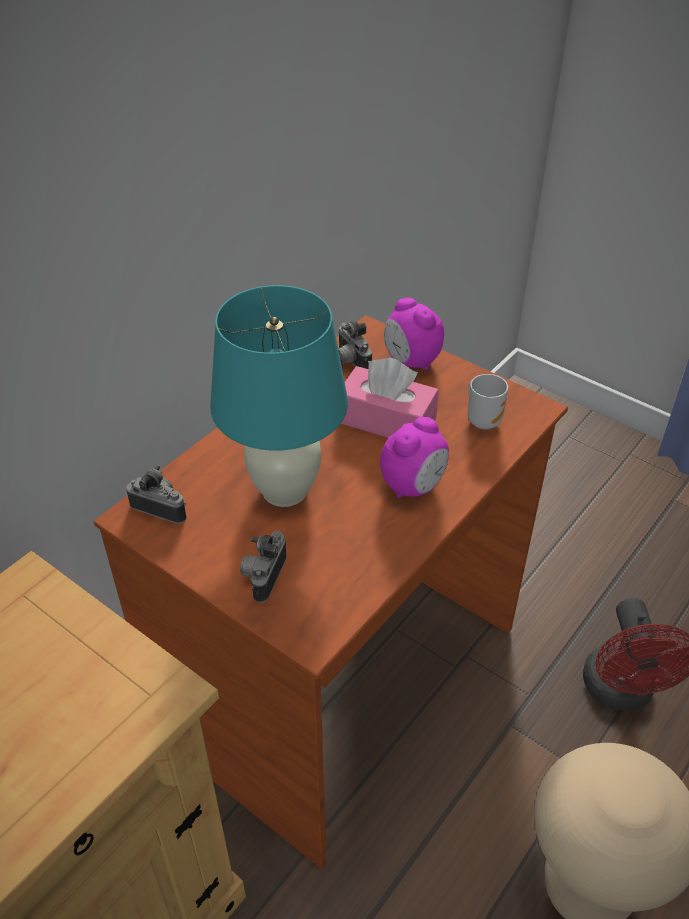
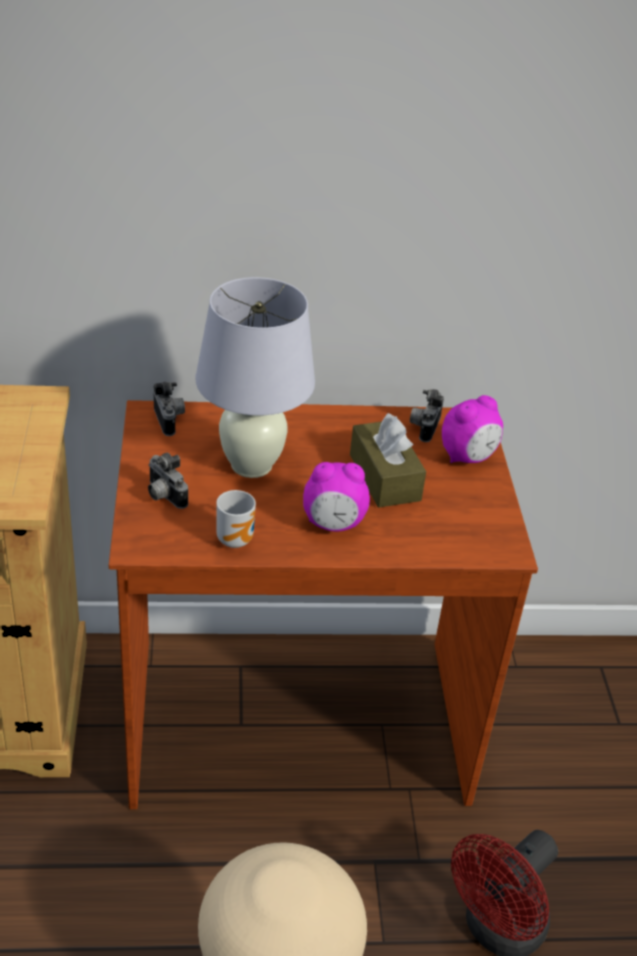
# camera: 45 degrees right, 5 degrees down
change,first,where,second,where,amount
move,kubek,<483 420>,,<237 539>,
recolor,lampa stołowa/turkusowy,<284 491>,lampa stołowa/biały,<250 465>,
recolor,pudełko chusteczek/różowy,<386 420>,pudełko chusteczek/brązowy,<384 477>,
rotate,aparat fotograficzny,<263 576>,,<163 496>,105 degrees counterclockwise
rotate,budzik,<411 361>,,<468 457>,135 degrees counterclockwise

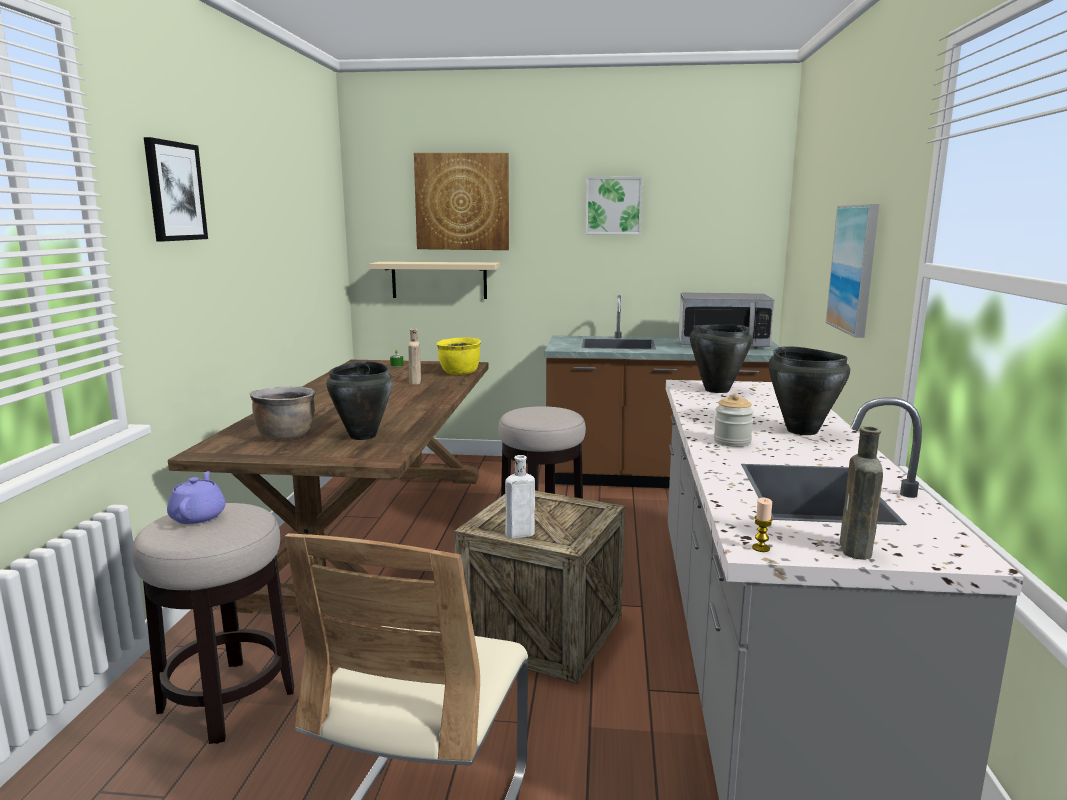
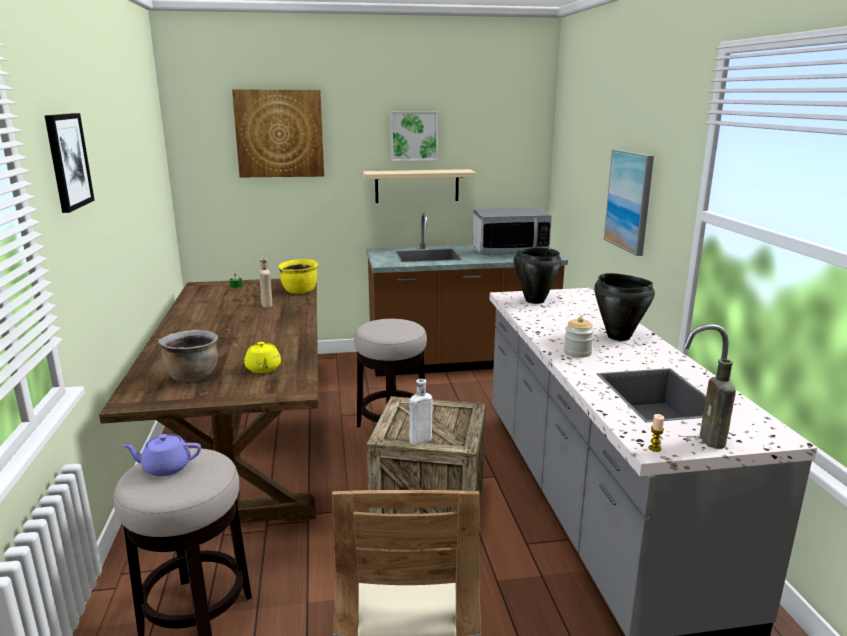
# camera: 15 degrees left, 5 degrees up
change,first,where,second,where,amount
move,półka/beżowy,<439 280>,,<417 186>,
replace,garnek/czarny,<363 436>,imbryk/żółty,<263 369>,
rotate,imbryk/fioletowy,<198 516>,,<165 467>,75 degrees counterclockwise

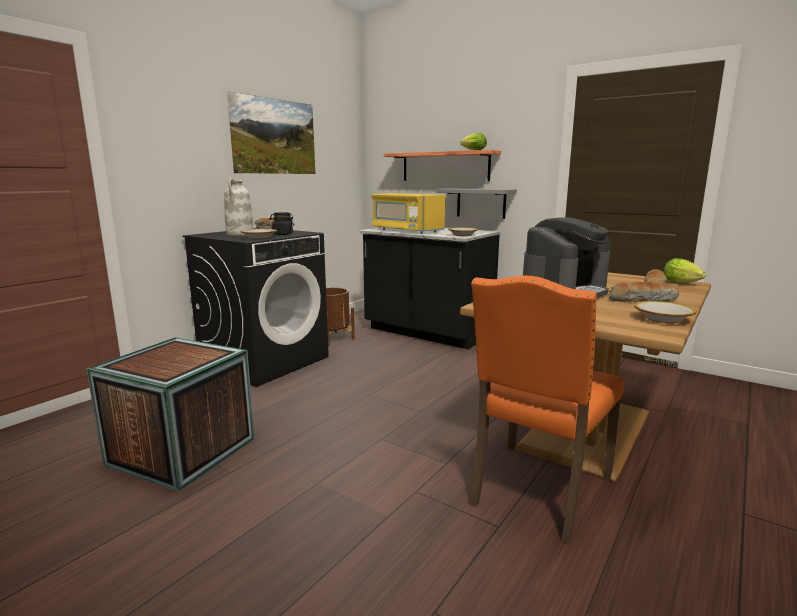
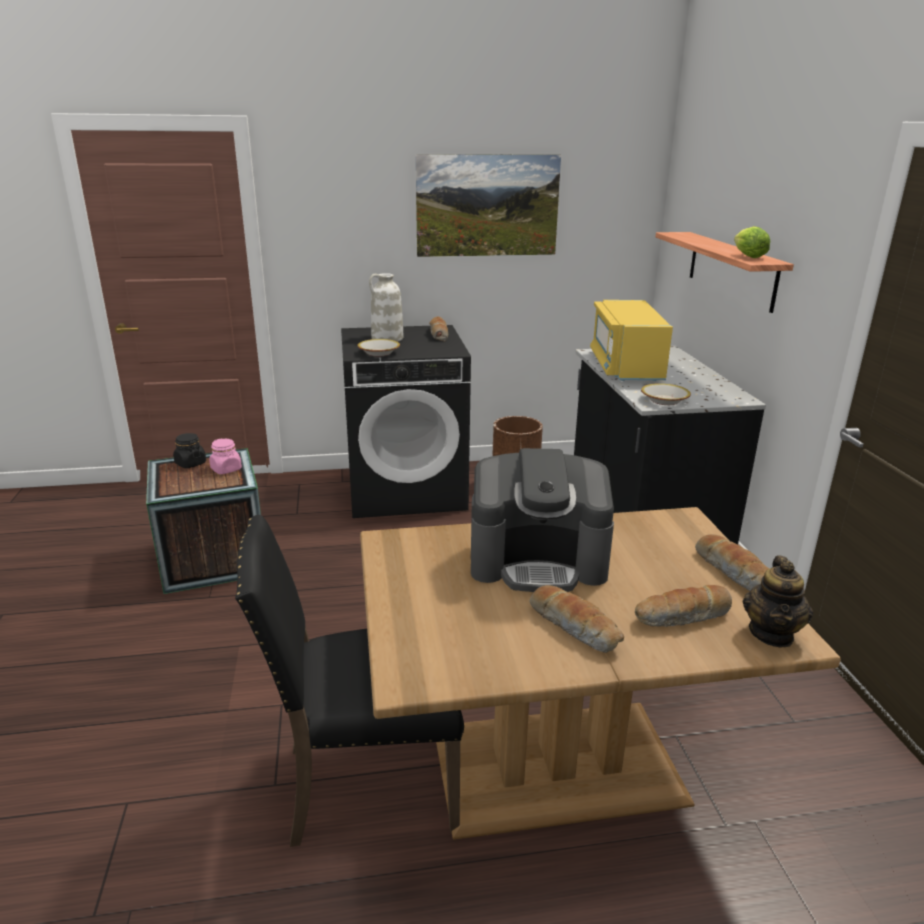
# camera: 45 degrees right, 10 degrees up
change,first,where,second,where,amount
delete,półka/szary,<481 203>,,,
delete,miska,<662 319>,,,
insert,,,słoik/różowy,<226 469>,
insert,,,chleb,<734 573>,
move,słoik/czarny,<282 234>,,<190 463>,
replace,sałata,<683 283>,imbryk,<771 633>,
recolor,krzesło/pomarańczowy,<537 491>,krzesło/czarny,<365 783>,

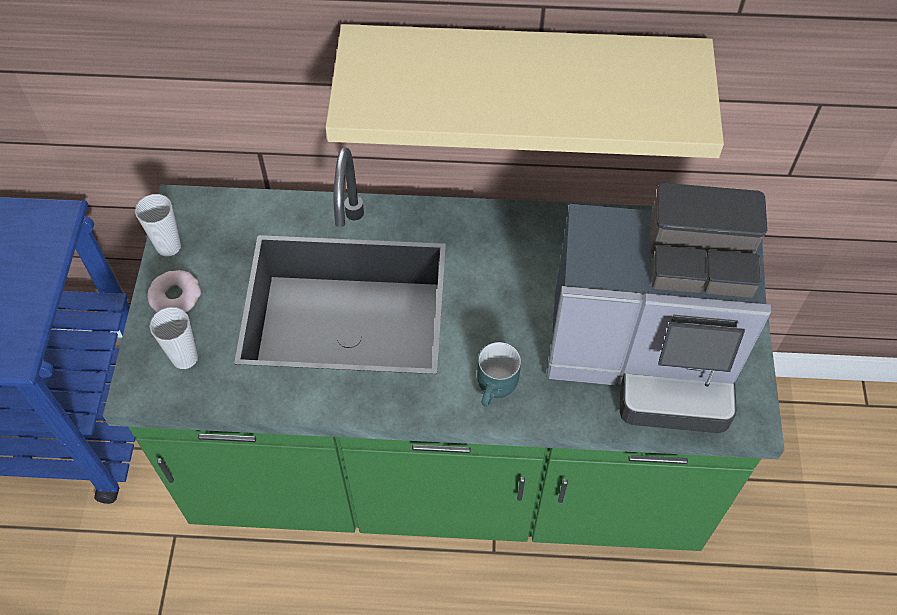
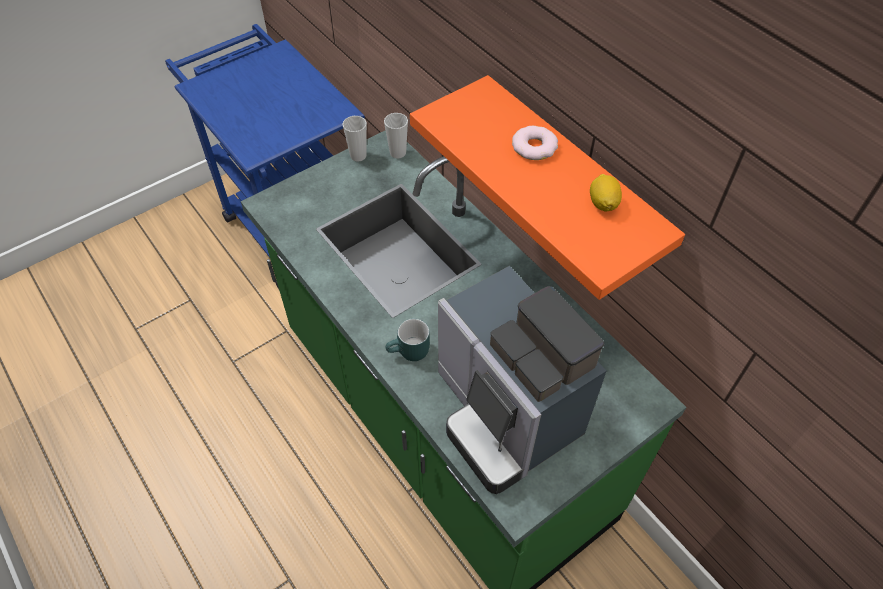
# camera: 50 degrees right, 5 degrees down
change,first,where,second,where,amount
insert,,,cytryna,<603 203>,
move,donut,<175 296>,,<534 147>,
move,filiżanka,<185 358>,,<398 153>,
recolor,półka/beżowy,<522 73>,półka/pomarańczowy,<571 180>,

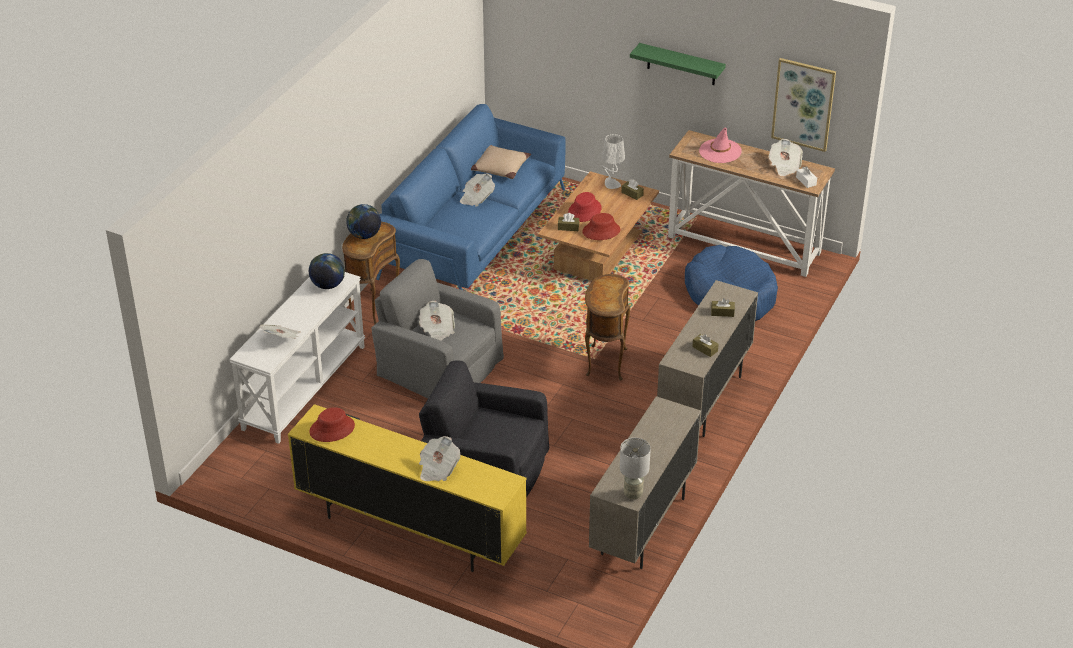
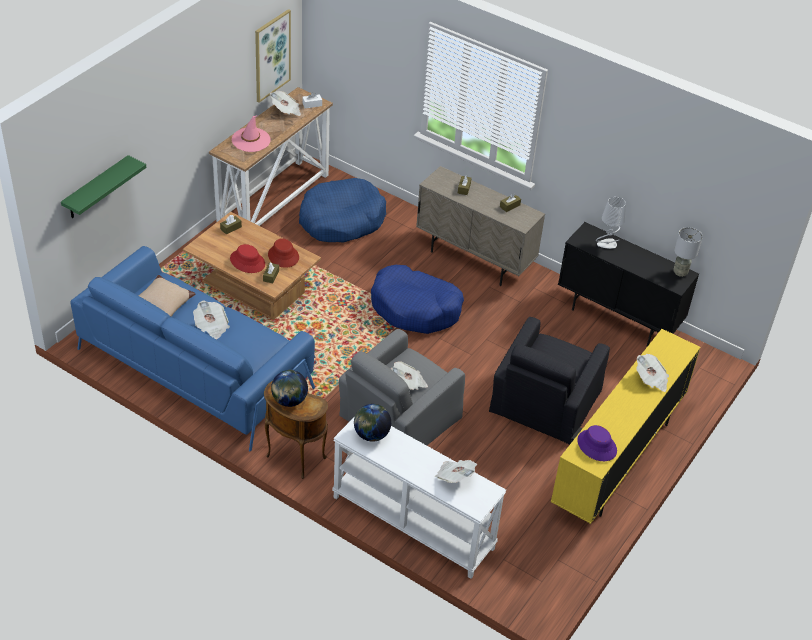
# camera: 85 degrees left, 5 degrees up
change,first,where,second,where,amount
move,lampa stołowa/szary,<611 184>,,<607 244>,
move,półka/zielony,<681 64>,,<96 188>,
replace,stolik/brązowy,<604 362>,legowisko/niebieski,<415 308>,
recolor,kapelusz/czerwony,<332 429>,kapelusz/fioletowy,<596 446>,
recolor,szafka/beżowy,<643 527>,szafka/czarny,<617 318>,

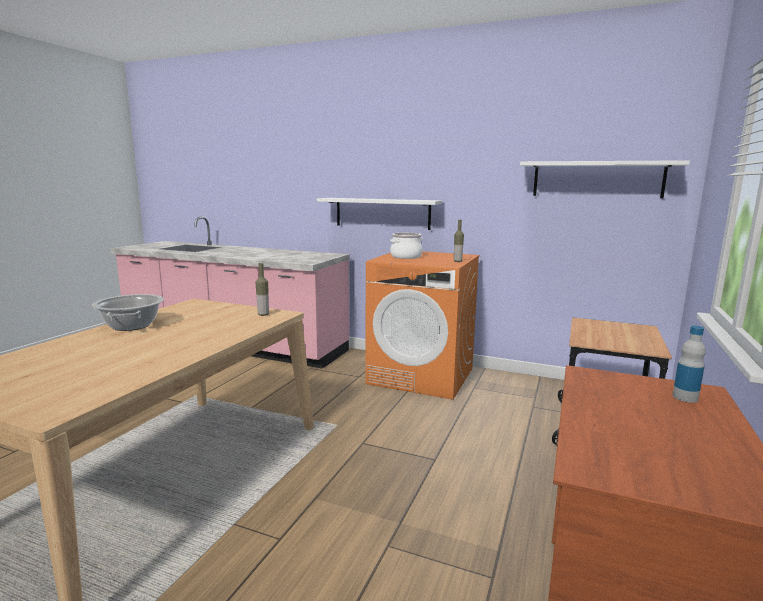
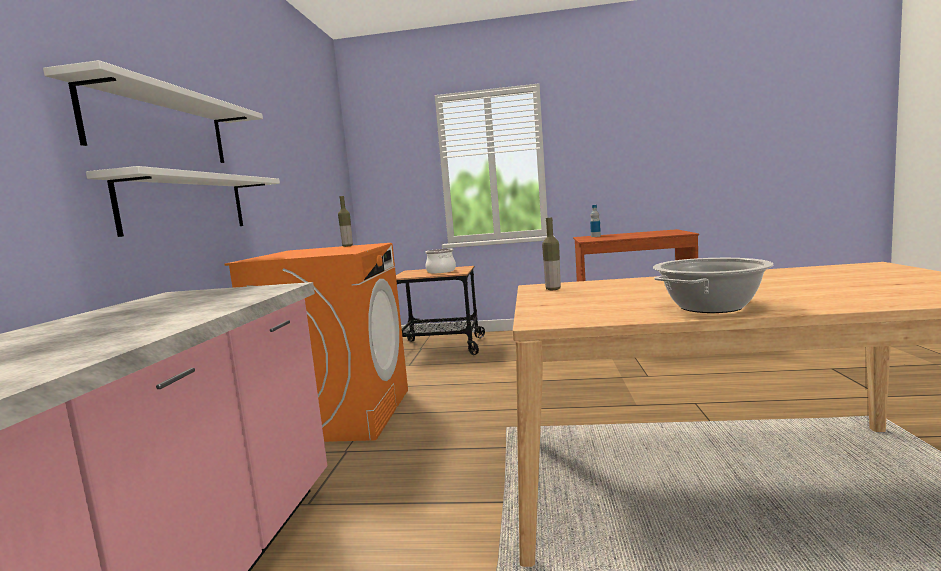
# camera: 105 degrees left, 5 degrees down
change,first,where,second,where,amount
move,garnek,<406 257>,,<441 271>,
move,półka/biały,<597 179>,,<160 127>,

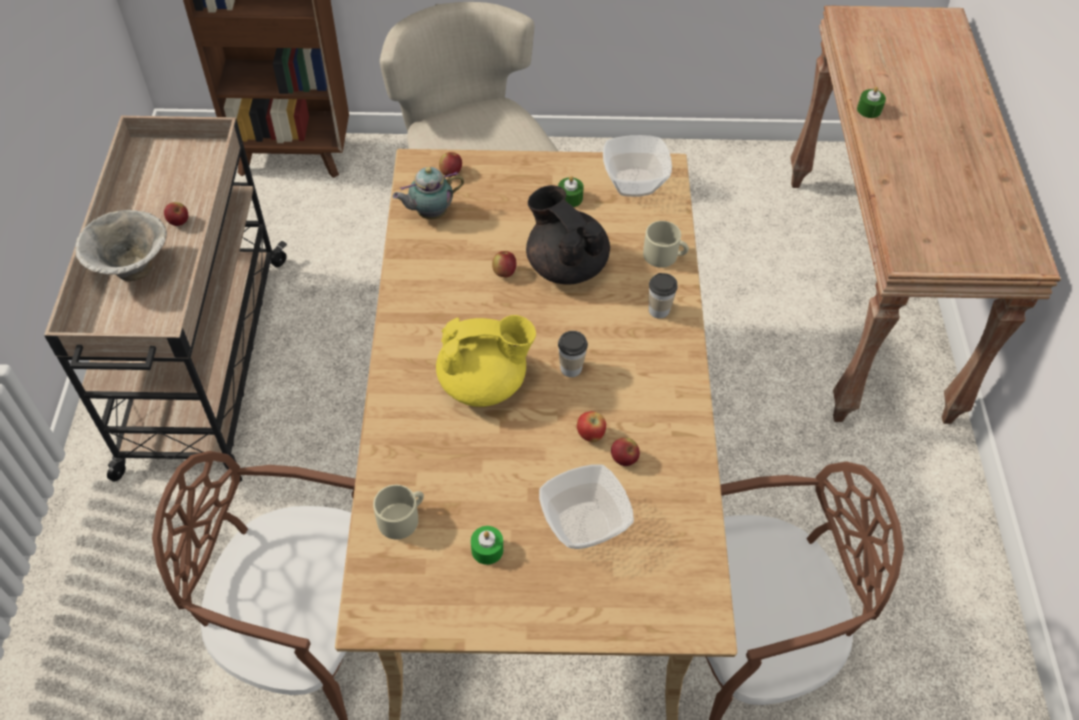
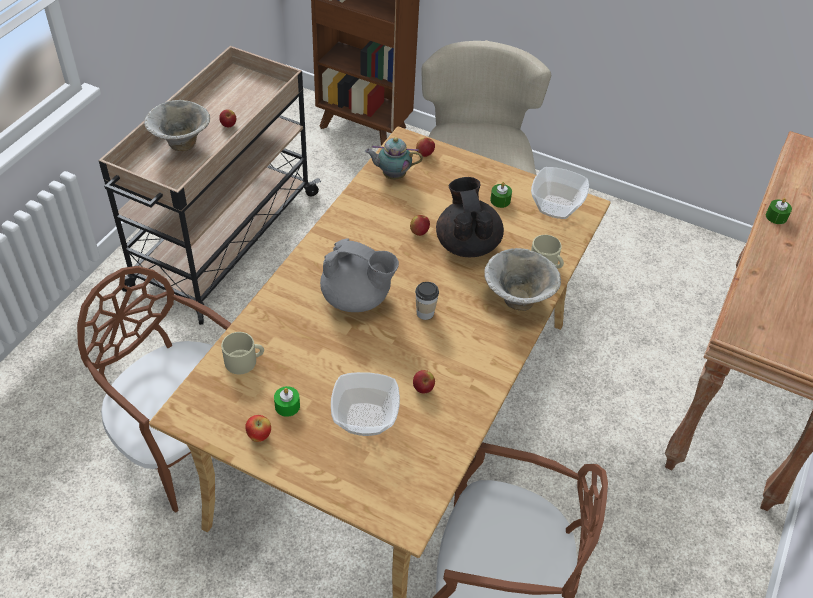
# camera: 25 degrees right, 5 degrees down
change,first,where,second,where,amount
move,jabłko,<590 435>,,<259 436>,
replace,filiżanka,<659 310>,miska,<516 299>,
recolor,imbryk/żółty,<484 383>,imbryk/szary,<357 298>,

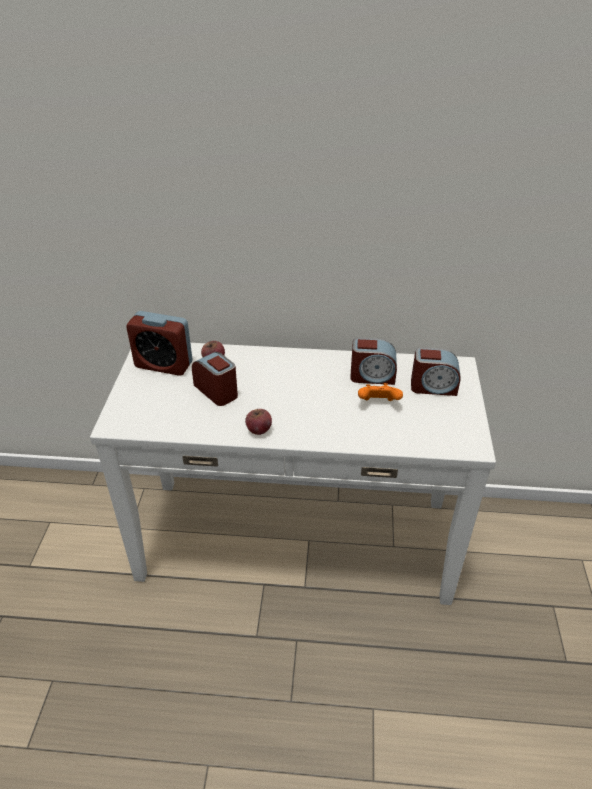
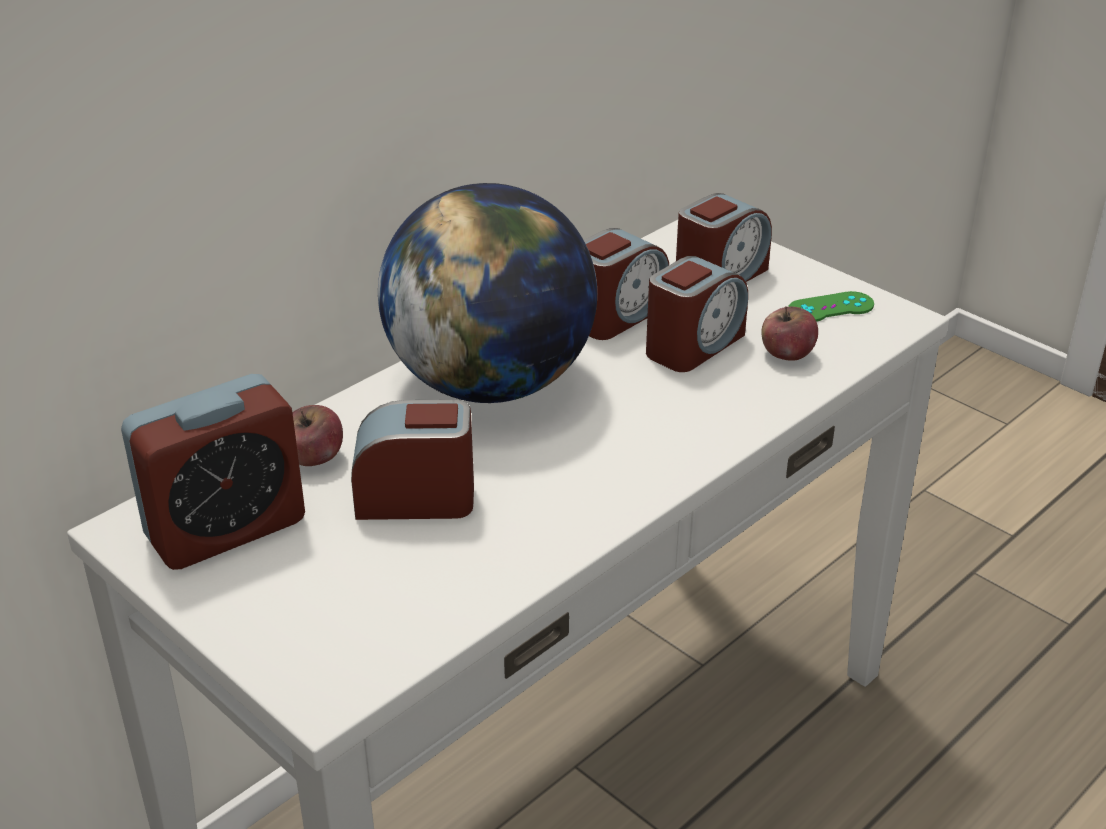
# camera: 50 degrees left, 5 degrees down
change,first,where,second,where,amount
insert,,,globus,<491 383>,
insert,,,pad do gier/zielony,<830 308>,
move,jabłko,<259 430>,,<786 354>,
replace,pad do gier/pomarańczowy,<378 403>,budzik,<693 345>,

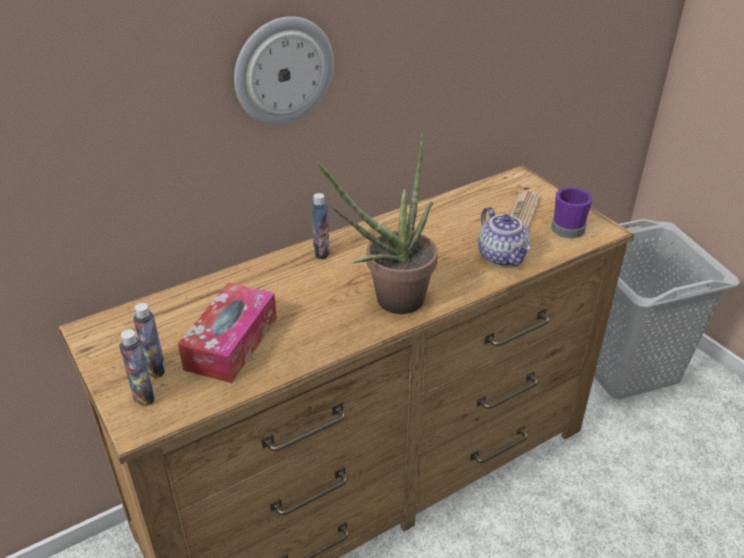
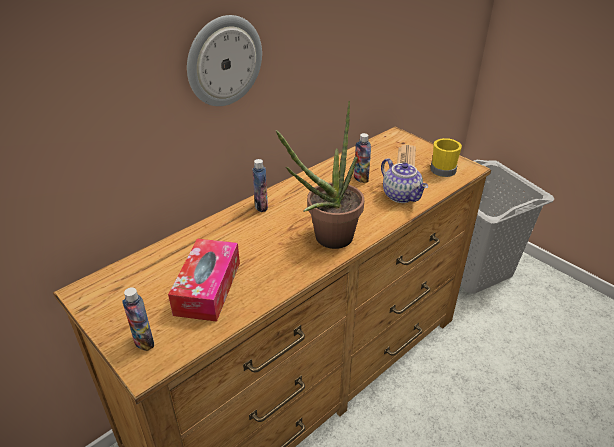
# camera: 10 degrees left, 0 degrees up
change,first,where,second,where,amount
move,butelka,<155 368>,,<361 178>,
recolor,kubek/fioletowy,<567 227>,kubek/żółty,<442 169>,

